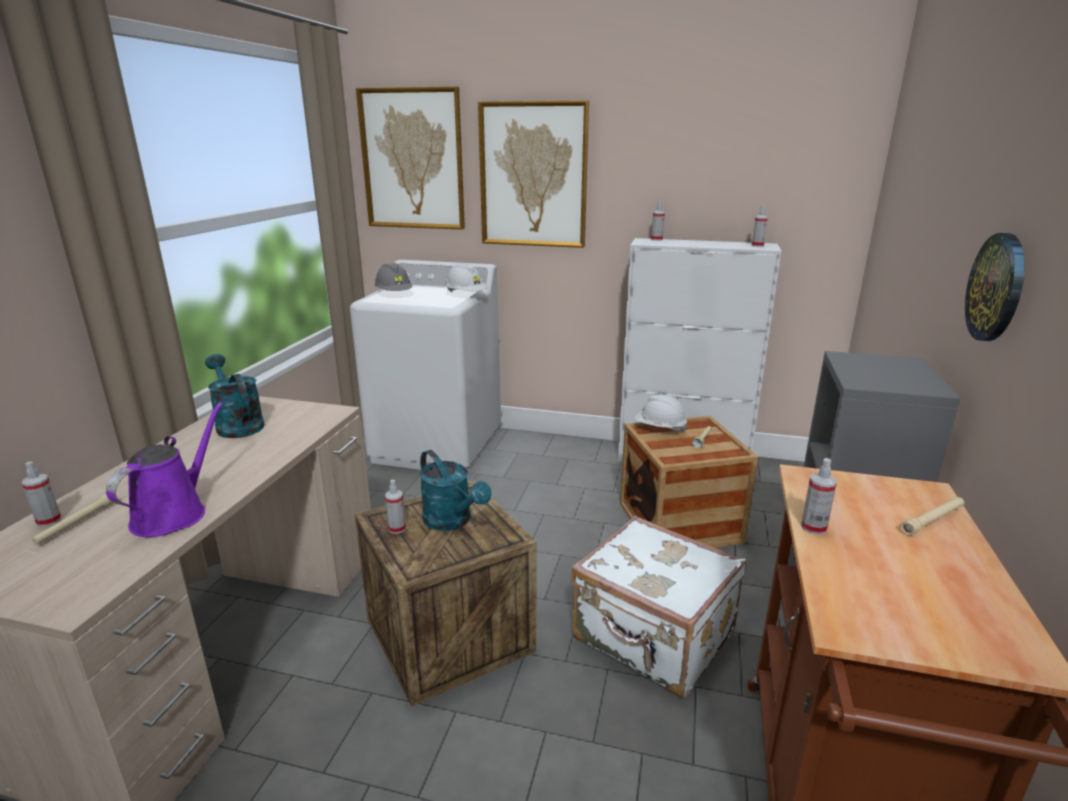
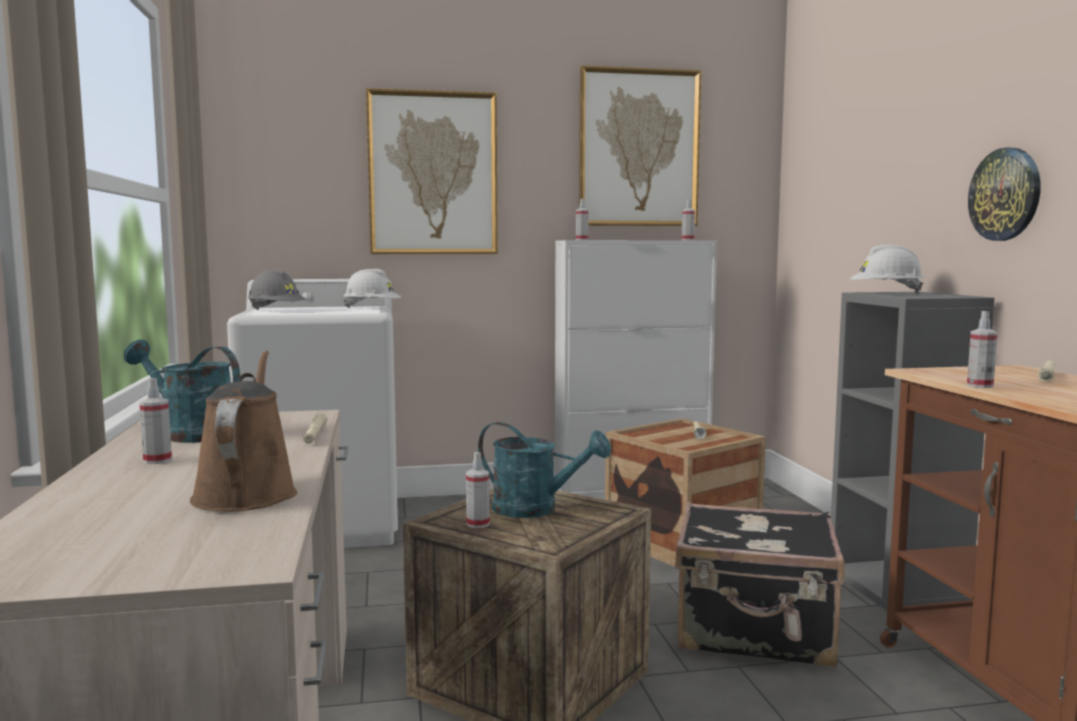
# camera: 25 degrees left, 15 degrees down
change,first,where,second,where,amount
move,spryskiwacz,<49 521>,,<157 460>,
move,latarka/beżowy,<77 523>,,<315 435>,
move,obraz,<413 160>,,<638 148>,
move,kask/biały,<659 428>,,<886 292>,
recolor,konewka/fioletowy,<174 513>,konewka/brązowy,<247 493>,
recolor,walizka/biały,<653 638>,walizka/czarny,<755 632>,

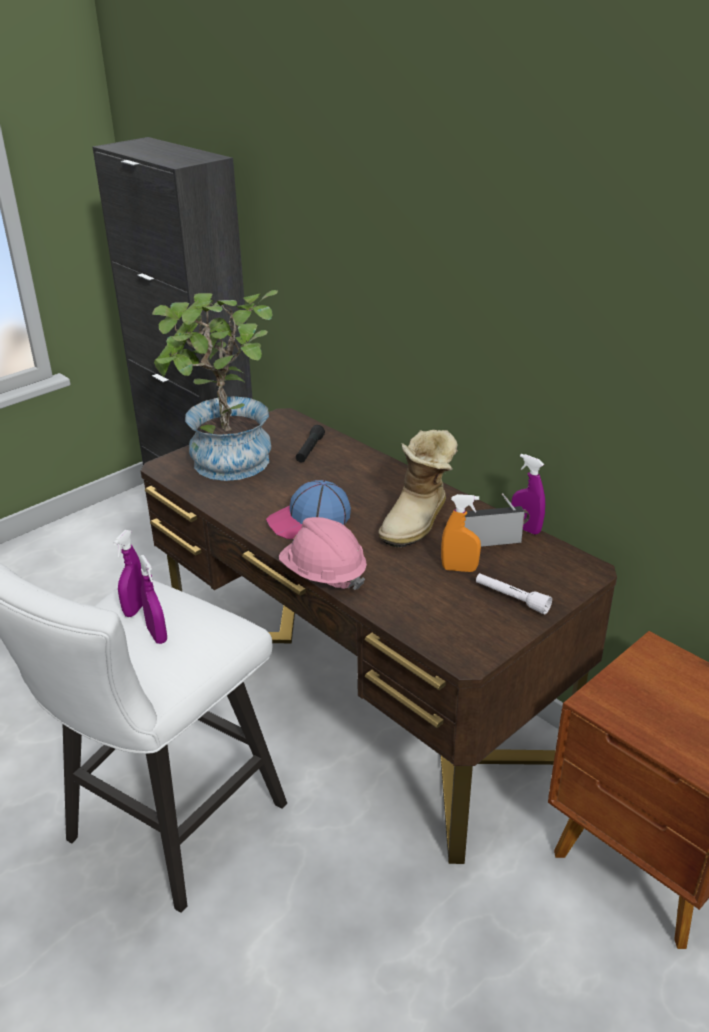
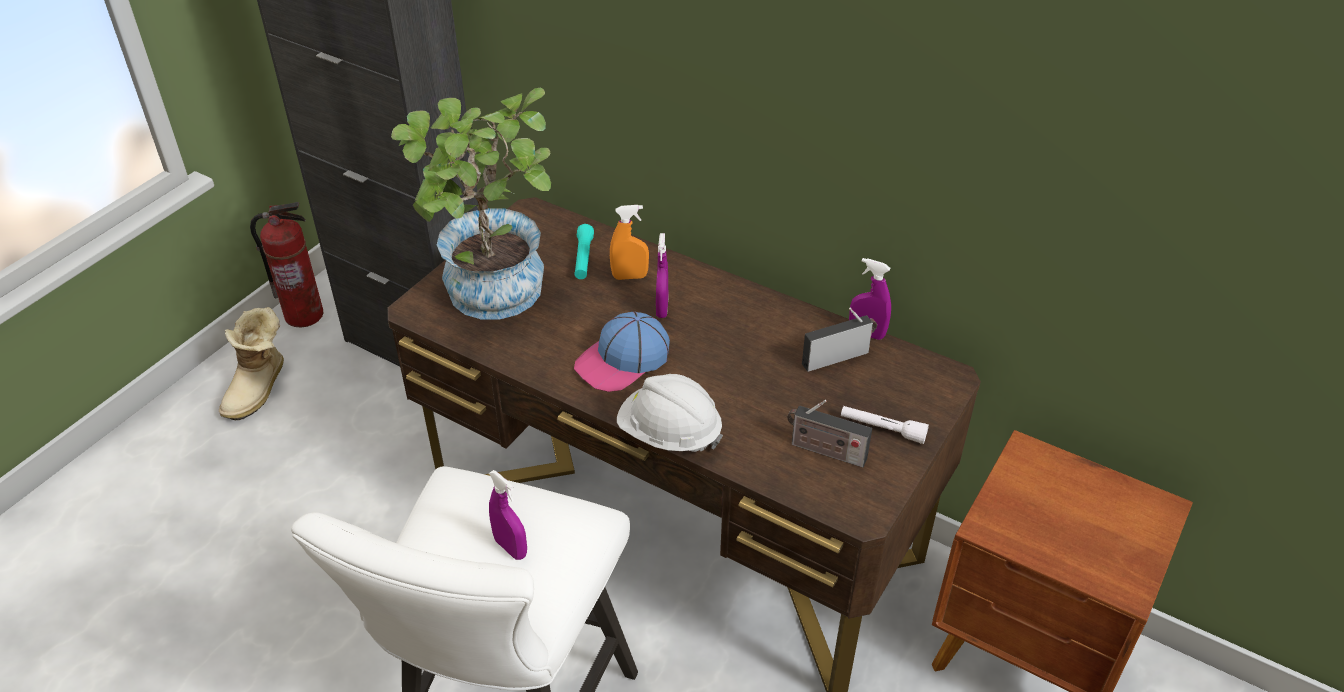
# camera: 15 degrees left, 10 degrees up
change,first,where,second,where,amount
insert,,,gaśnica,<304 314>,
insert,,,radio,<824 451>,
move,spryskiwacz/fioletowy,<136 608>,,<662 308>,
move,but z cholewką,<419 521>,,<259 388>,
move,spryskiwacz/pomarańczowy,<459 569>,,<630 276>,
recolor,kask/różowy,<323 575>,kask/biały,<669 434>,
recolor,latarka/czarny,<309 450>,latarka/turkusowy,<583 258>,

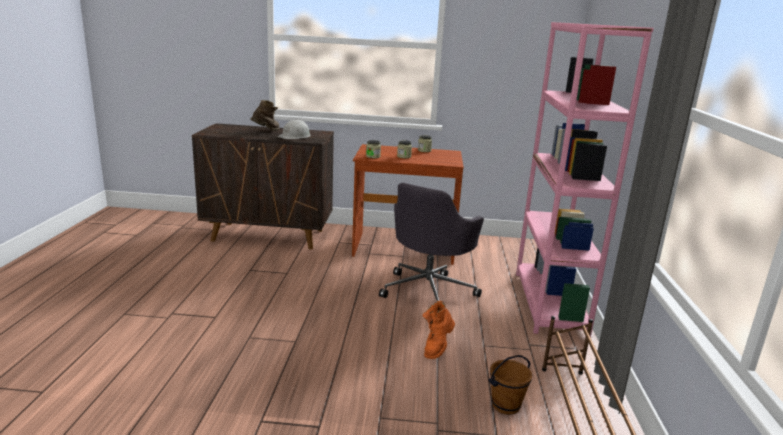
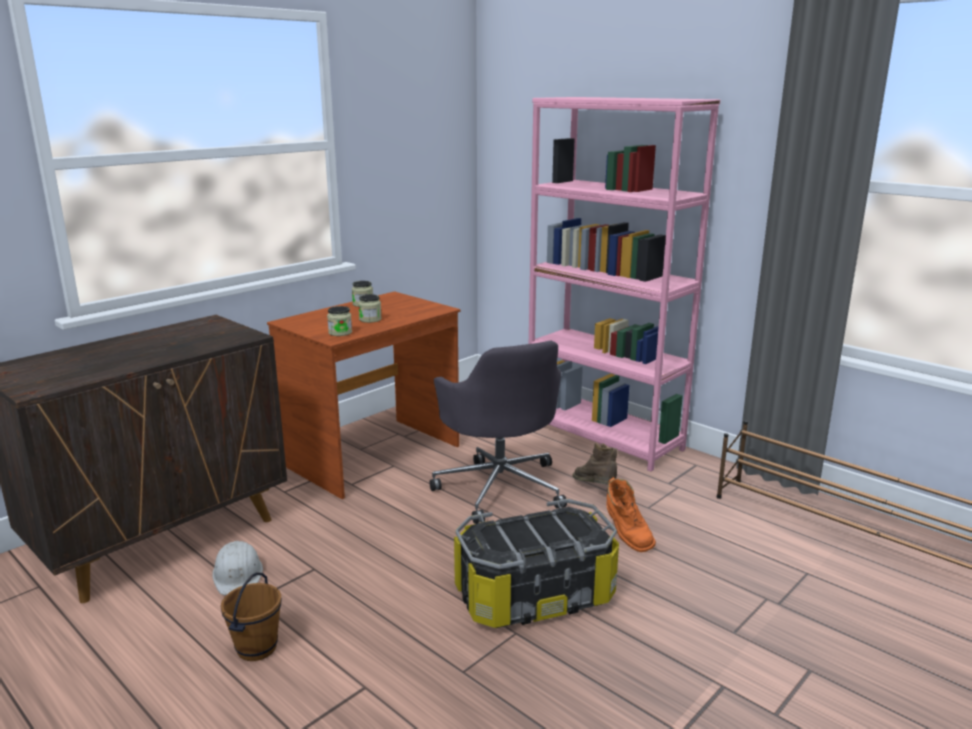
# camera: 50 degrees left, 0 degrees up
change,first,where,second,where,amount
insert,,,pojemnik do przechowywania,<534 595>,
move,but z cholewką/brązowy,<266 132>,,<595 490>,
move,kask/biały,<295 136>,,<238 575>,
move,wiadro/brązowy,<506 406>,,<257 648>,

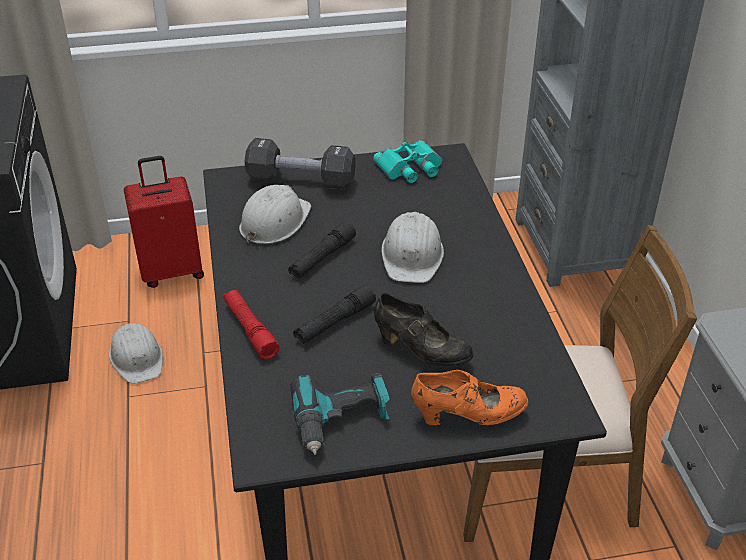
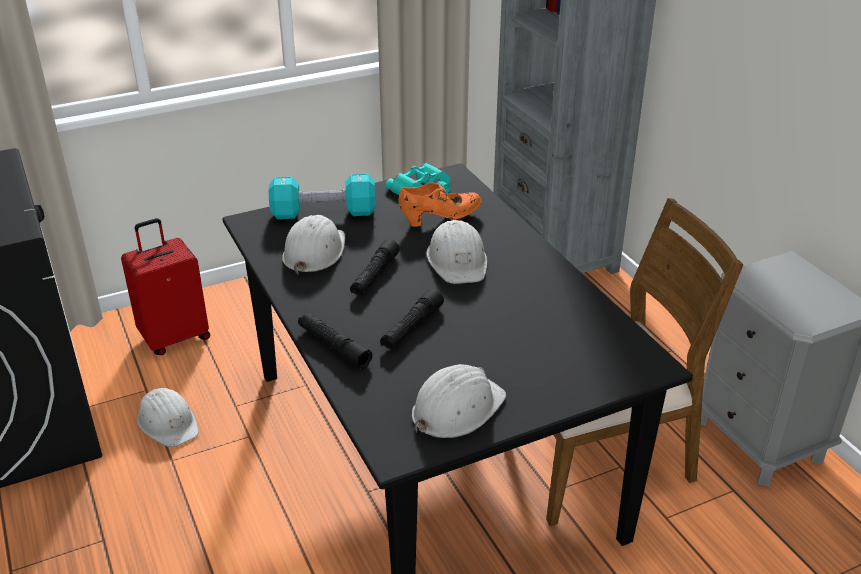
# camera: 15 degrees left, 5 degrees down
change,first,where,second,where,amount
delete,but/czarny,<421 351>,,,
move,but/pomarańczowy,<468 416>,,<440 219>,
replace,wiertarka,<341 421>,kask/biały,<456 408>,
recolor,latarka/czerwony,<250 330>,latarka/czarny,<334 347>,
recolor,hantel/czarny,<301 180>,hantel/turkusowy,<323 213>,

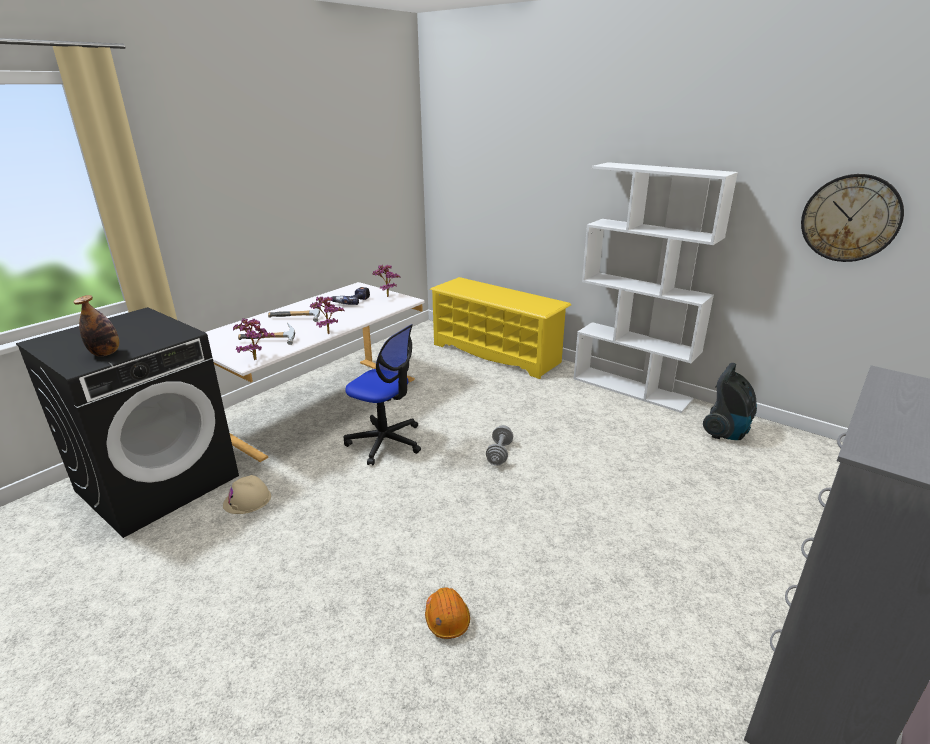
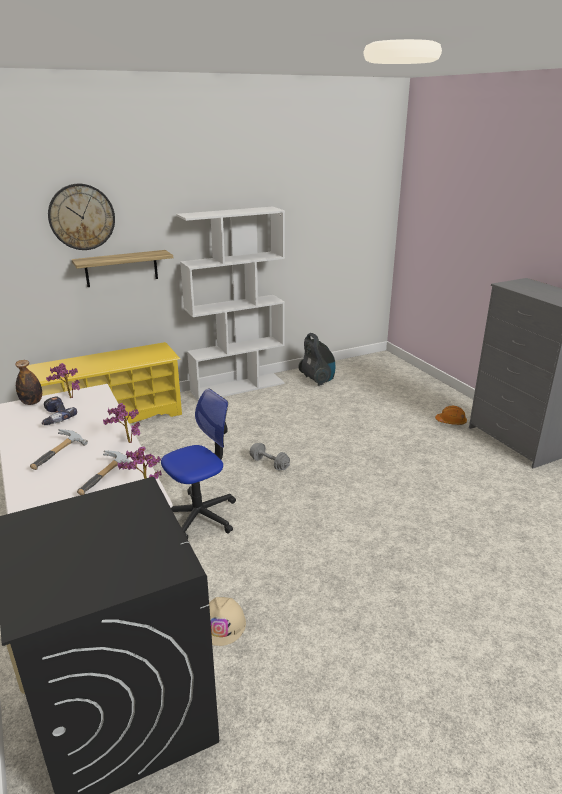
# camera: 65 degrees left, 0 degrees up
change,first,where,second,where,amount
insert,,,półka,<121 268>,
move,butelka,<106 353>,,<32 402>,
move,kask/pomarańczowy,<447 618>,,<451 421>,
move,zegar ścienny,<850 218>,,<81 217>,

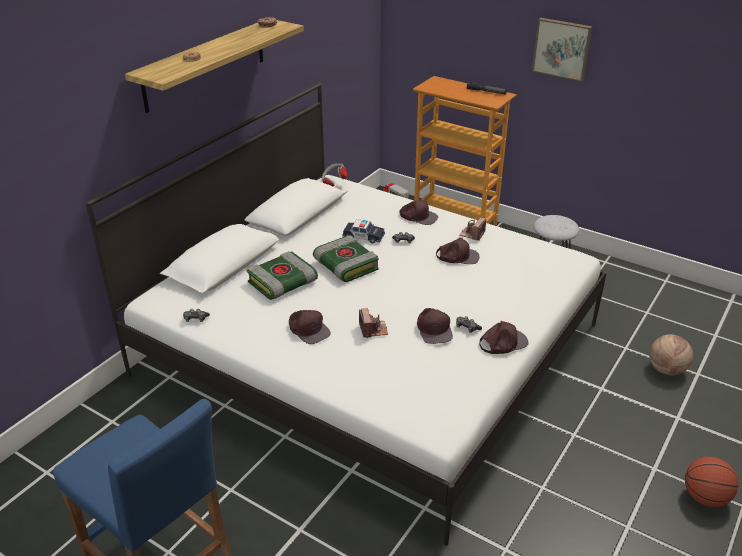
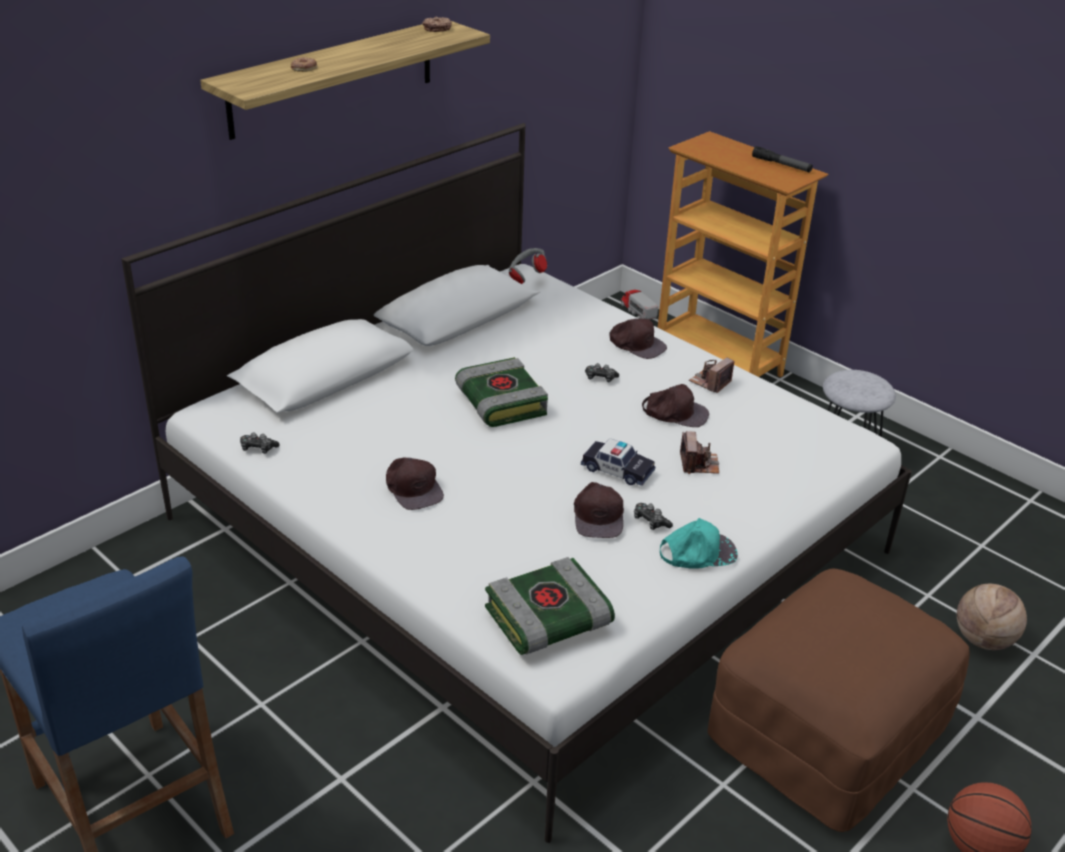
# camera: 10 degrees right, 0 degrees up
change,first,where,second,where,amount
delete,obraz,<562 48>,,,
insert,,,pufa/brązowy,<826 733>,
move,książka,<282 283>,,<547 619>,
move,samochodzik,<363 236>,,<617 470>,
move,aparat fotograficzny,<373 329>,,<699 464>,
recolor,czapka z daszkiem/brązowy,<503 342>,czapka z daszkiem/turkusowy,<697 552>,

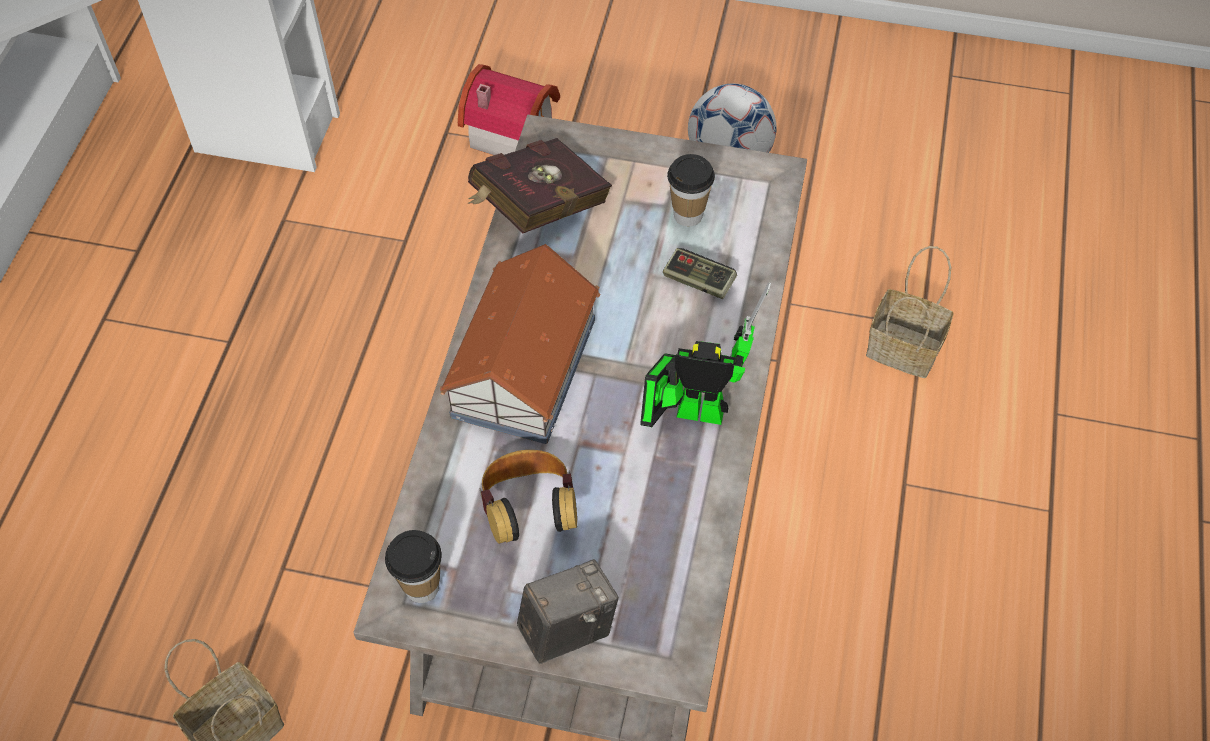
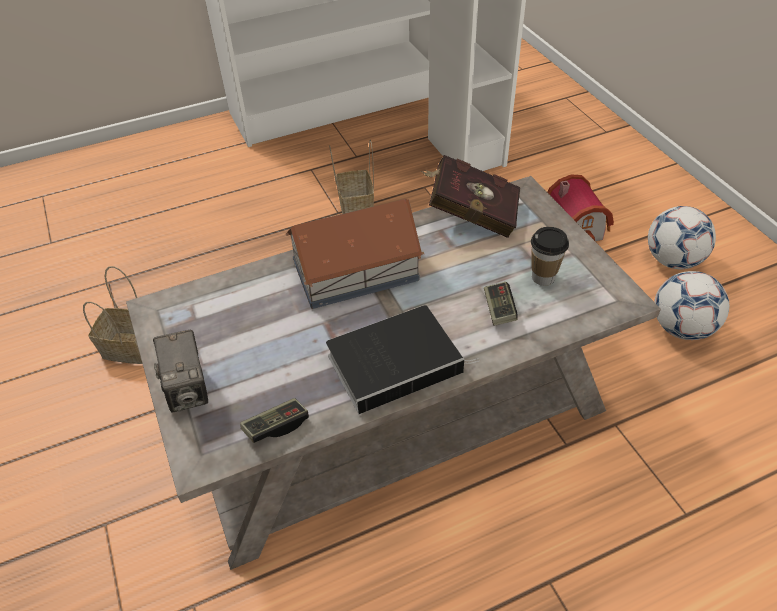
# camera: 55 degrees right, 10 degrees down
change,first,where,second,where,amount
delete,filiżanka,<421 587>,,,
delete,słuchawki,<529 511>,,,
insert,,,pad do gier,<276 426>,
insert,,,piłka futbolowa,<672 260>,
move,koszyk,<900 349>,,<355 207>,
replace,robot zabawkowy,<692 410>,książka,<397 361>,
rotate,aparat fotograficzny,<568 628>,,<189 390>,45 degrees clockwise

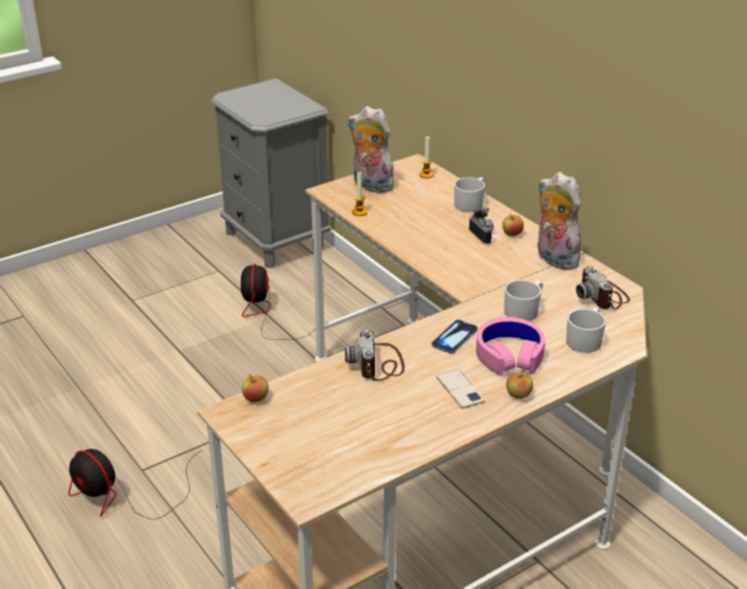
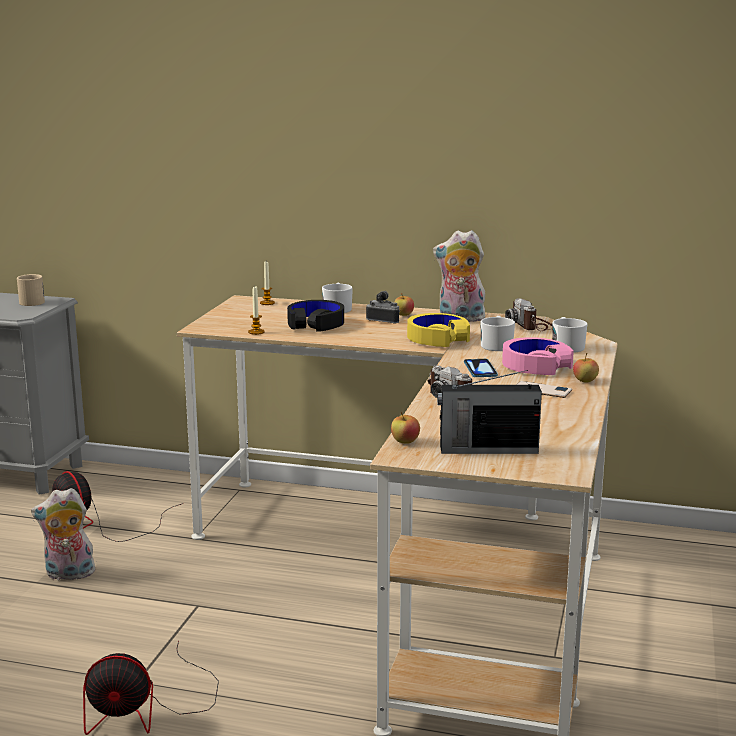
# camera: 40 degrees left, 15 degrees down
change,first,where,second,where,amount
insert,,,kubek/beżowy,<33 301>,
insert,,,słuchawki/czarny,<315 324>,
insert,,,słuchawki/żółty,<437 339>,
insert,,,radio,<486 449>,
move,pluszak,<370 186>,,<68 575>,
rotate,aparat fotograficzny,<603 296>,,<531 326>,45 degrees clockwise

